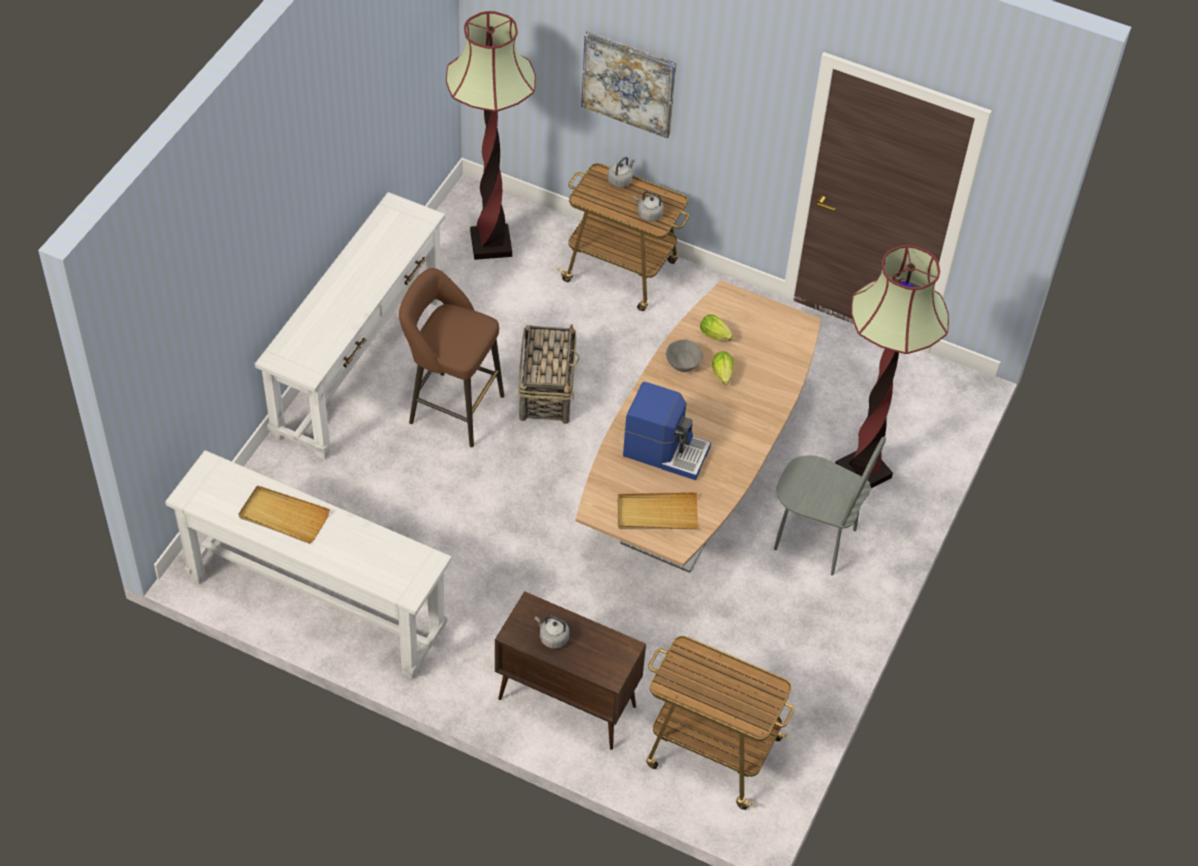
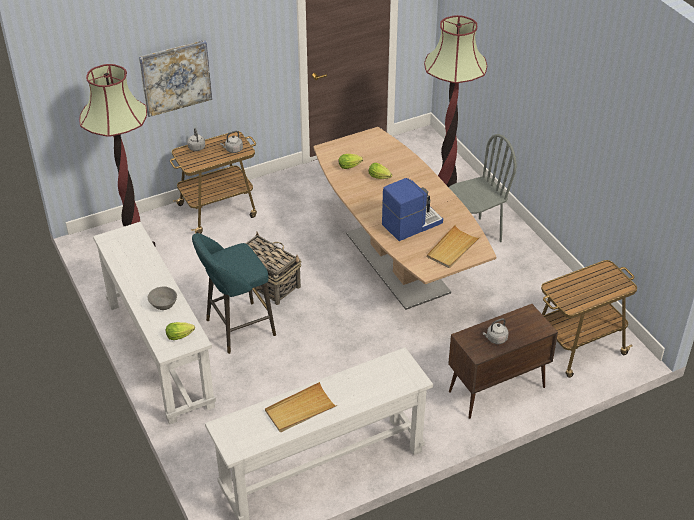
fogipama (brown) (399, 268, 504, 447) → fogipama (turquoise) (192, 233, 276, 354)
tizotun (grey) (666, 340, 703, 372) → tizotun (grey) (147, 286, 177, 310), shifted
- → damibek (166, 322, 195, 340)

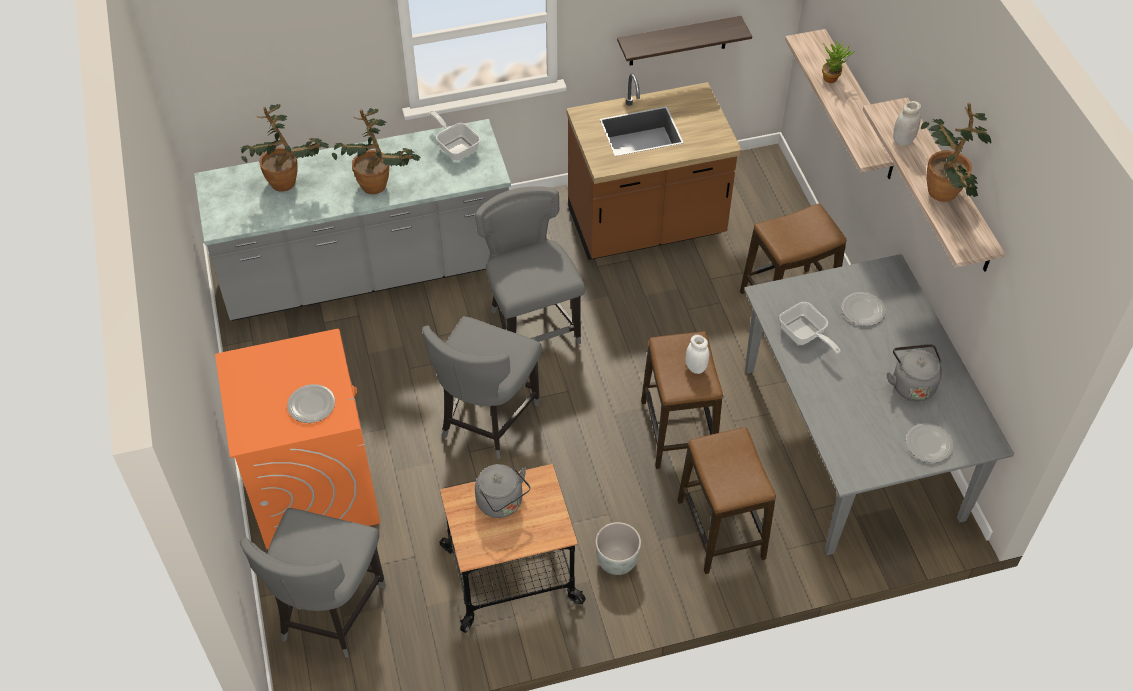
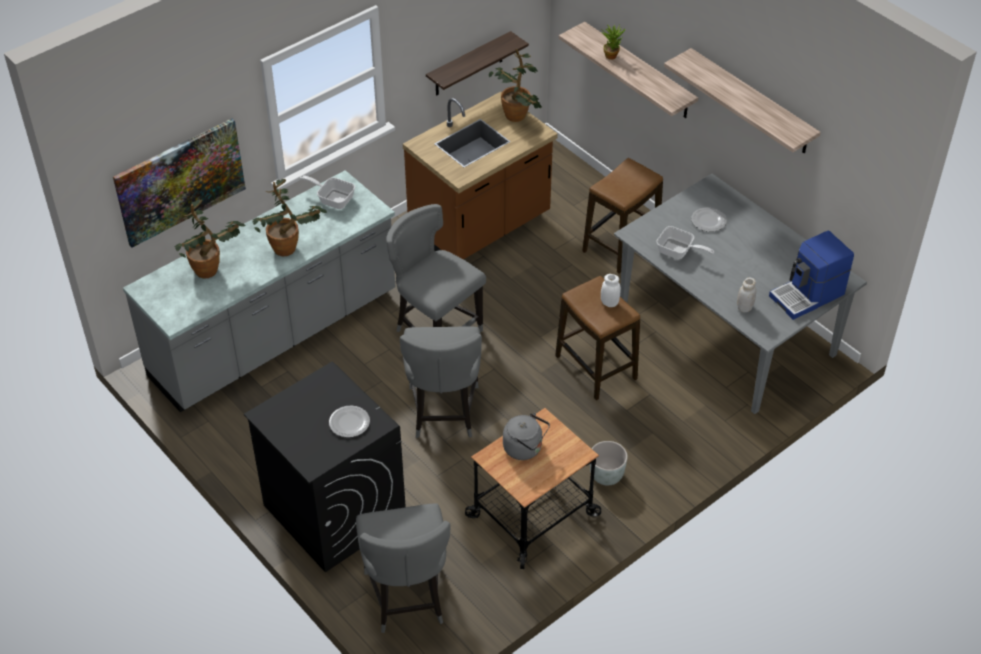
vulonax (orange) (215, 329, 380, 550) → vulonax (black) (244, 361, 406, 572)
fogipama (678, 427, 776, 574) → -
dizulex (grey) (887, 344, 942, 401) → -
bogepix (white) (893, 101, 921, 146) → bogepix (white) (737, 277, 756, 312), shifted
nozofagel (906, 423, 954, 463) → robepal (769, 231, 854, 320)
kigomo (921, 102, 991, 202) → kigomo (489, 49, 542, 122), shifted
- → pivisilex (113, 118, 246, 248)

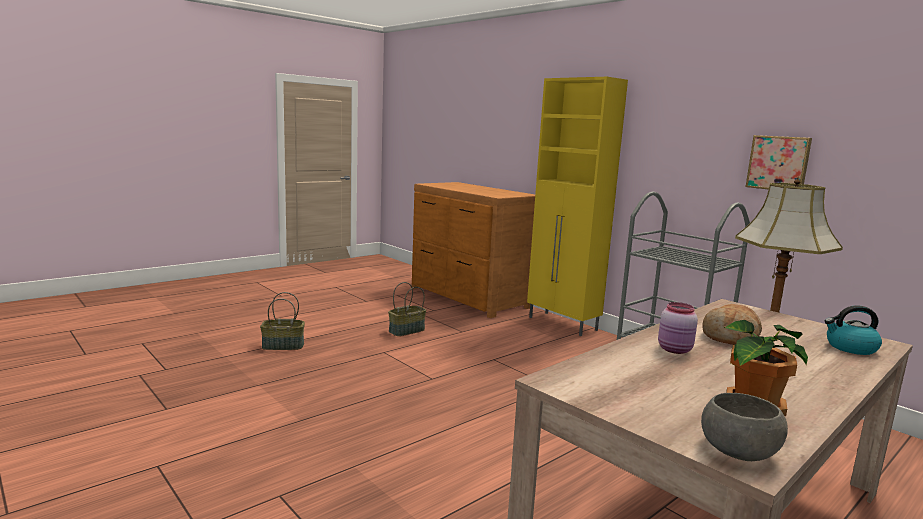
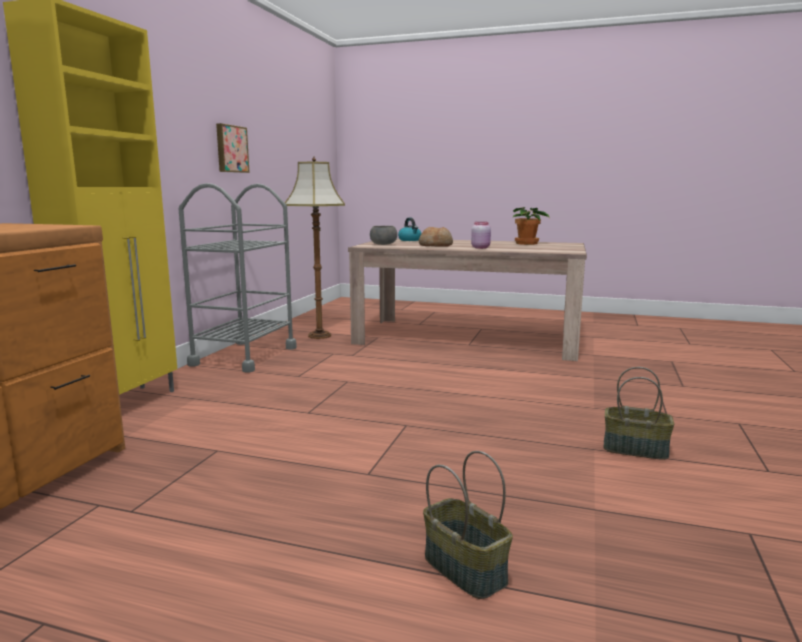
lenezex (388, 282, 426, 336) → lenezex (603, 367, 674, 460), shifted
tizotun (grey) (701, 393, 788, 461) → tizotun (grey) (370, 226, 397, 245), shifted

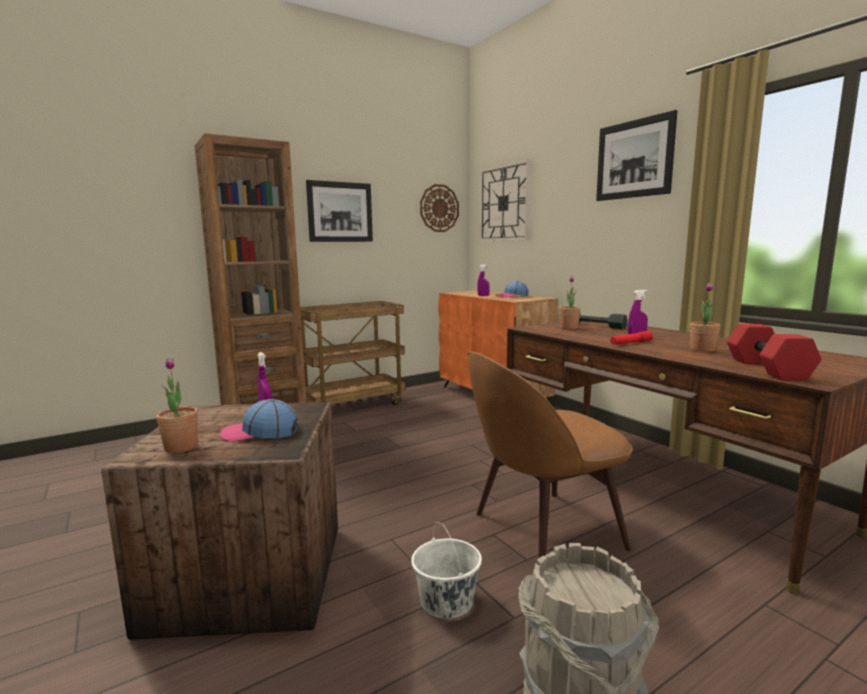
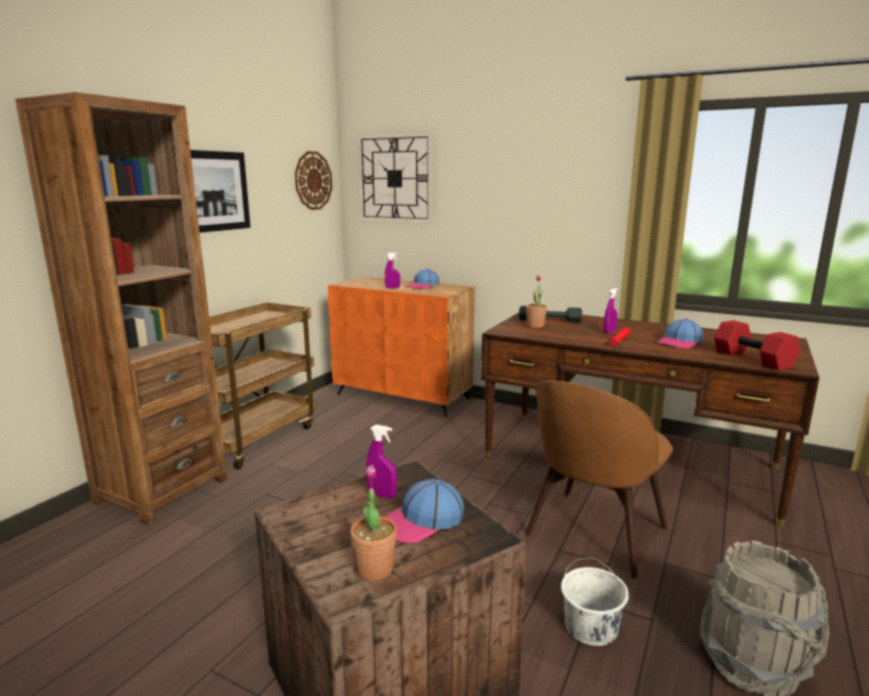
pivisilex (596, 110, 678, 201) → -
kigomo (690, 283, 720, 352) → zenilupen (657, 319, 703, 349)

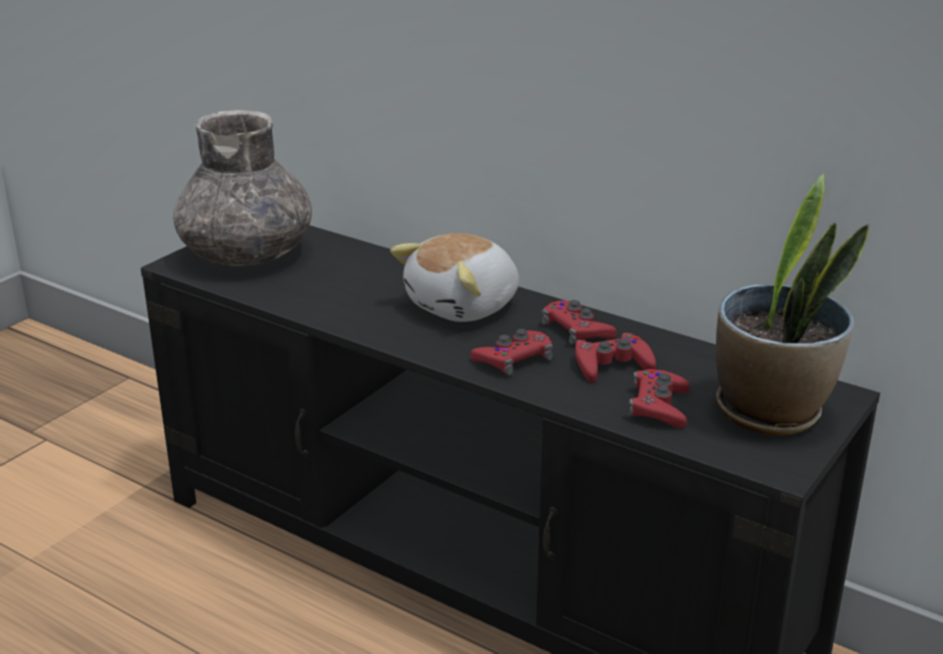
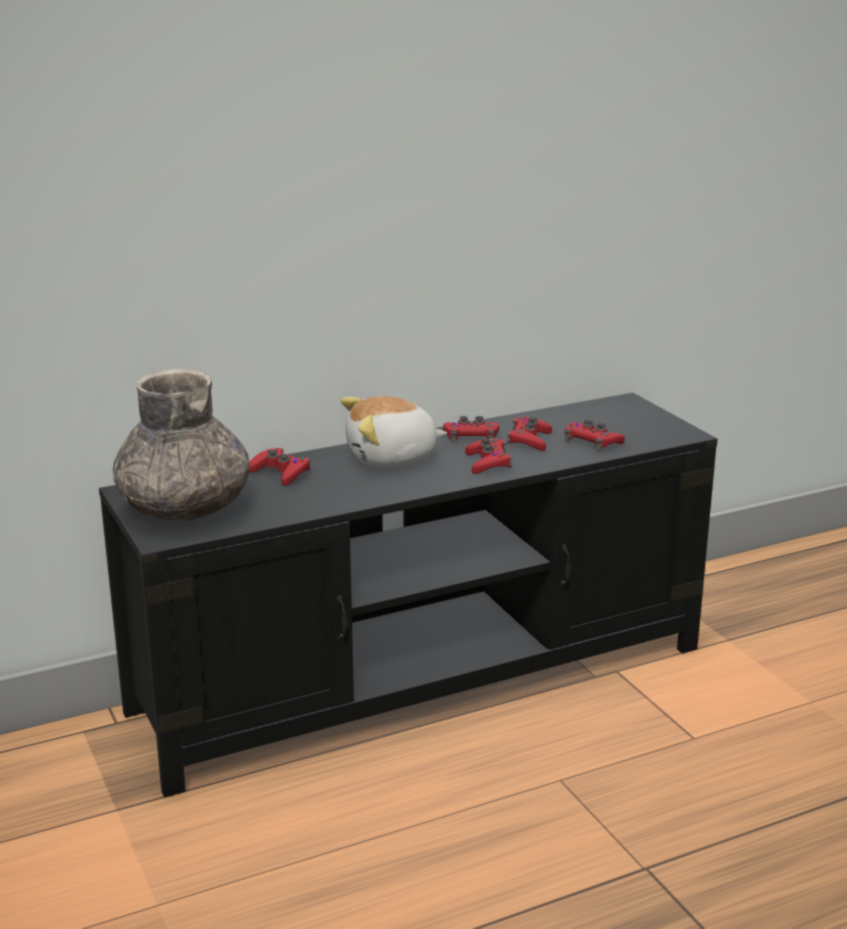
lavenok (390, 233, 519, 322) → lavenok (341, 396, 447, 467), 90 degrees clockwise
kigomo (716, 174, 869, 436) → -
- → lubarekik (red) (249, 448, 310, 486)

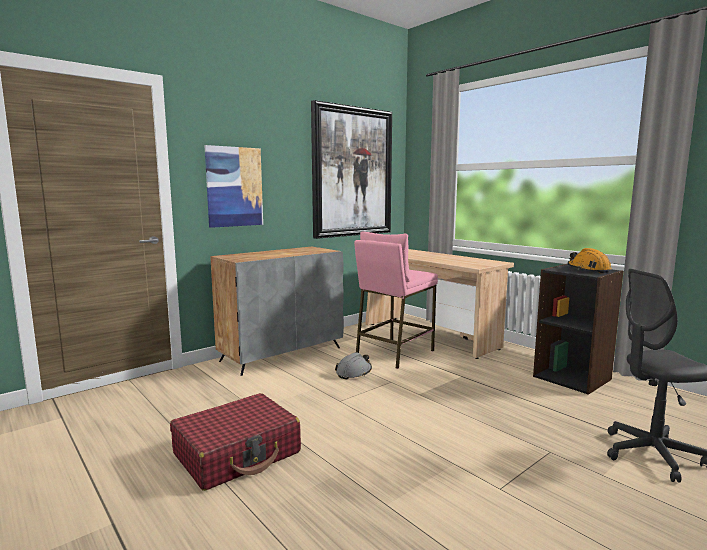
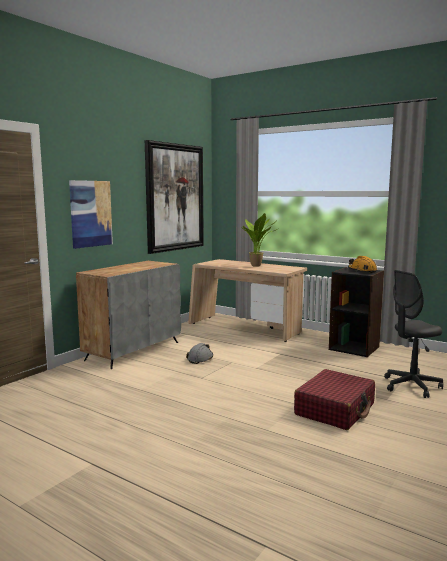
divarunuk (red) (170, 393, 301, 491) → divarunuk (red) (294, 369, 375, 430), shifted
fogipama (pink) (354, 231, 438, 369) → -
- → kigomo (242, 213, 277, 267)

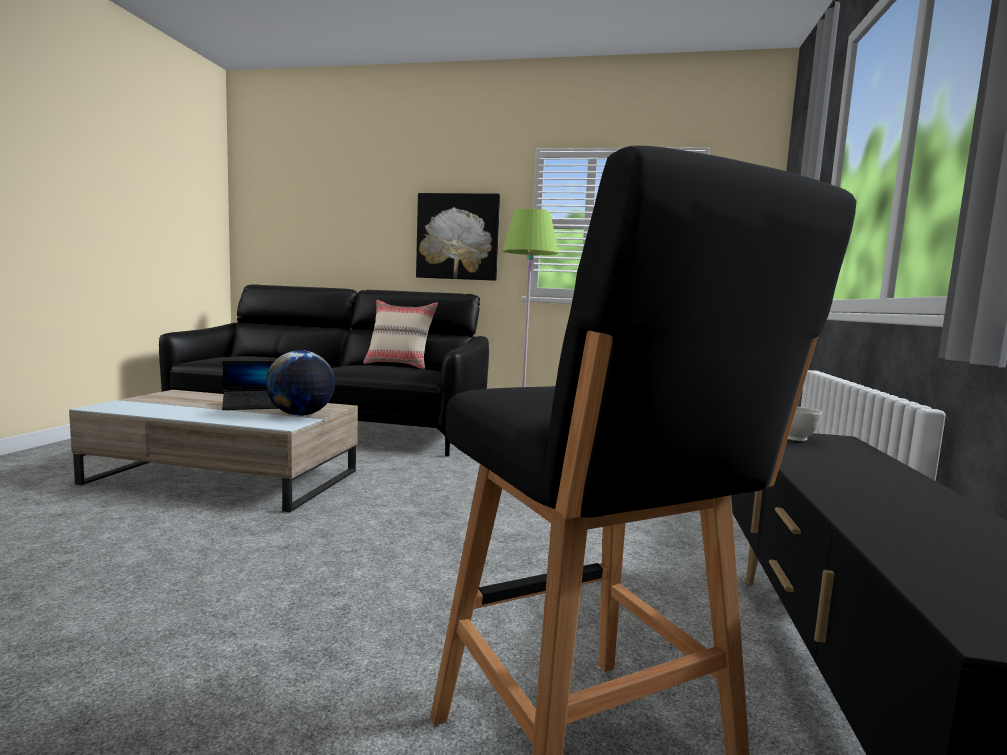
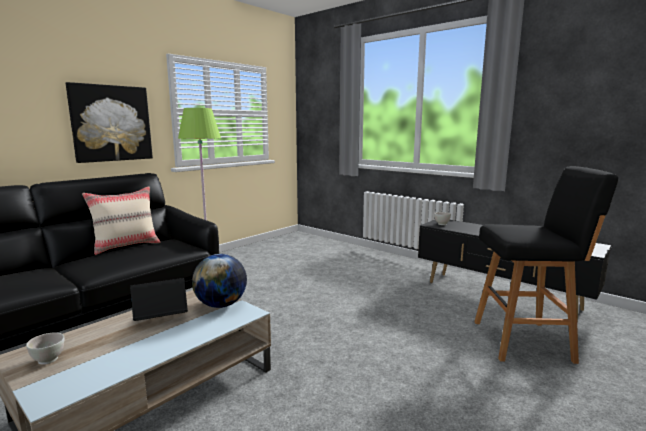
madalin (222, 361, 279, 410) → madalin (130, 278, 188, 321), 120 degrees counterclockwise
- → tizotun (white) (26, 332, 64, 365)

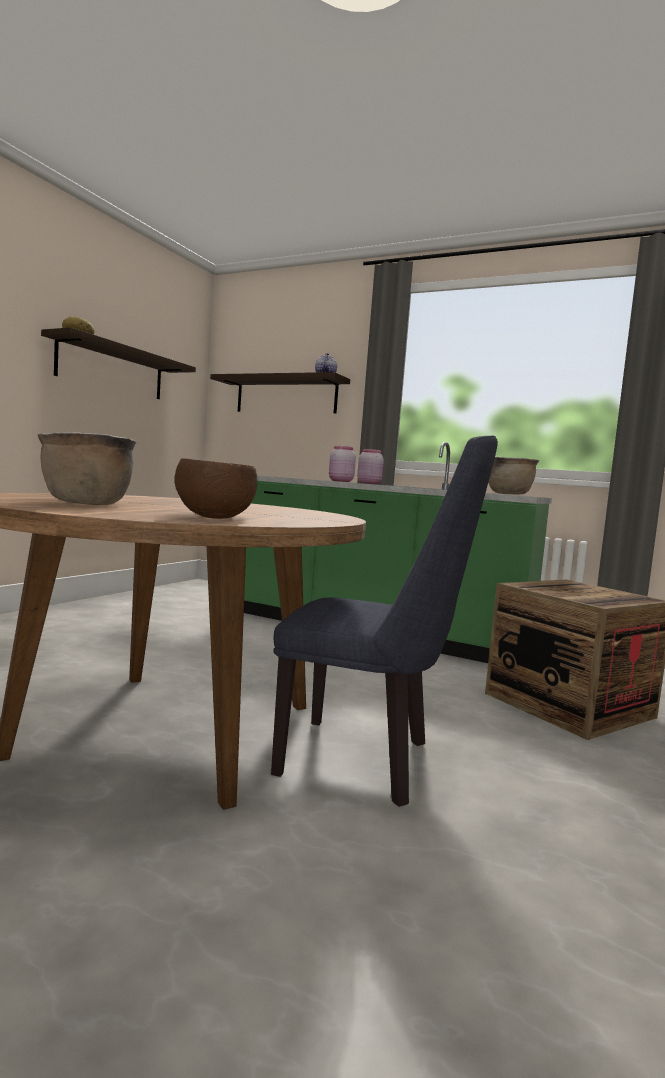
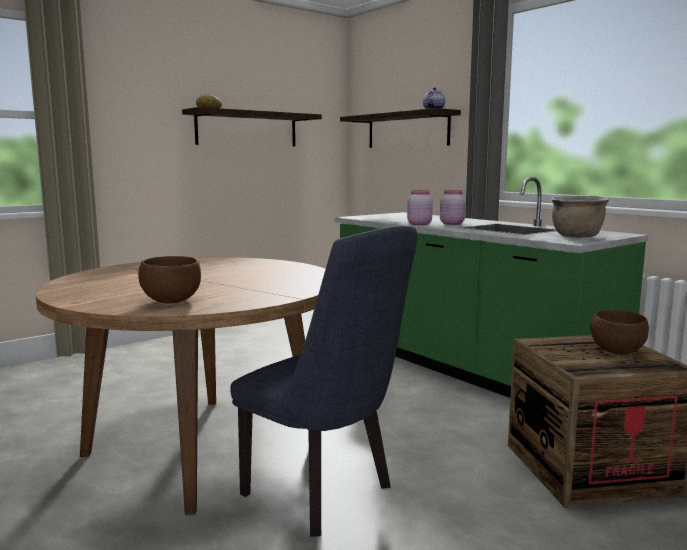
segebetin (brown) (37, 432, 136, 505) → -
- → tizotun (brown) (590, 310, 649, 354)

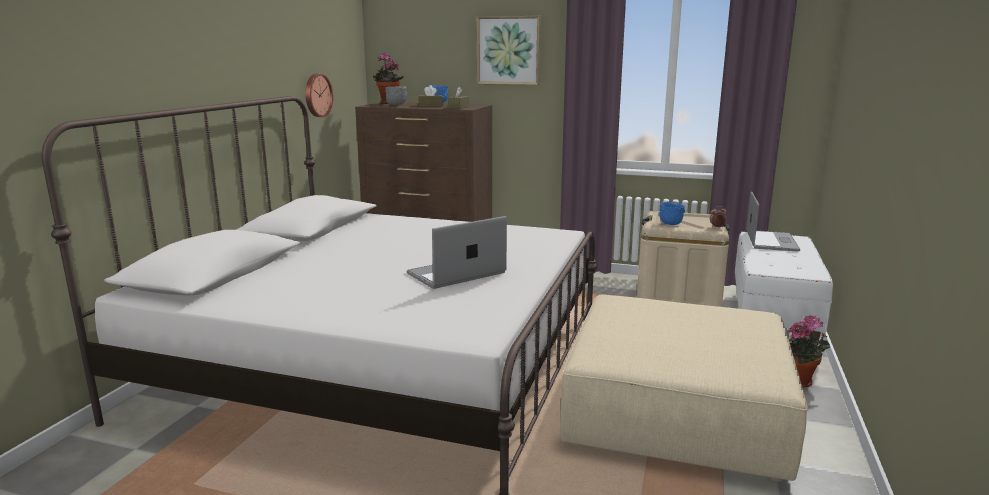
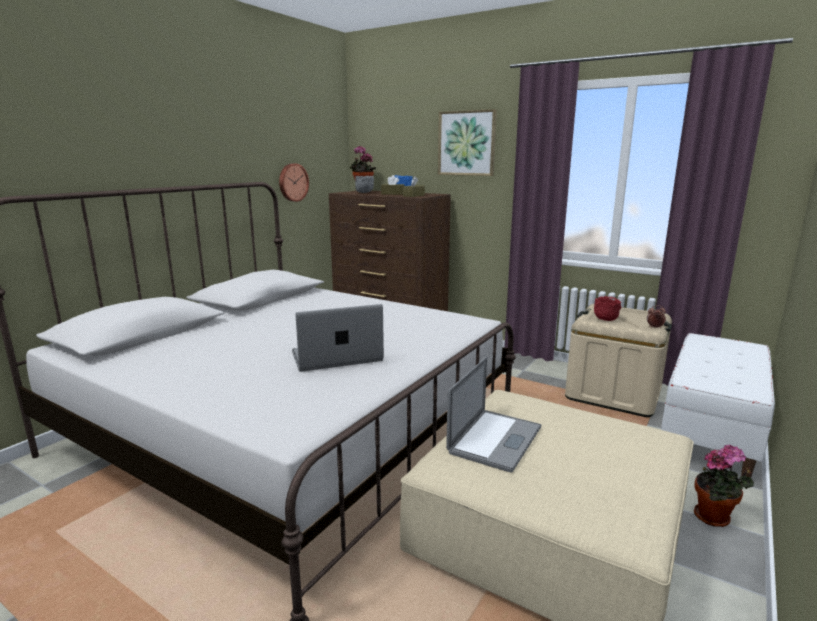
tizotun (blue) (659, 201, 685, 225) → tizotun (red) (594, 296, 622, 321)
madalin (746, 192, 800, 252) → madalin (446, 357, 541, 473), shifted

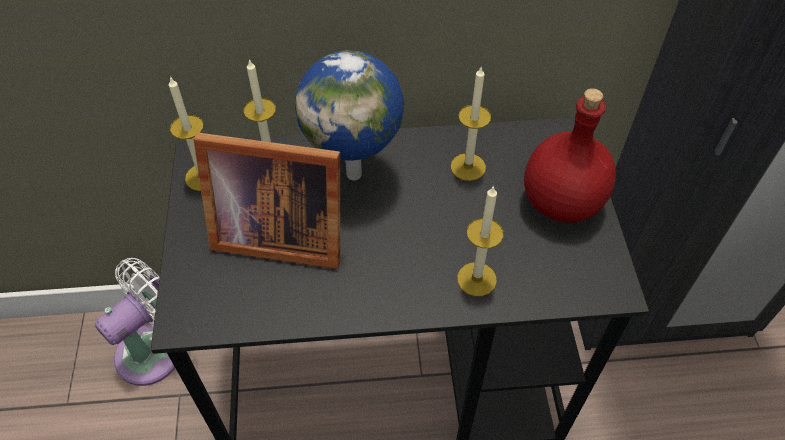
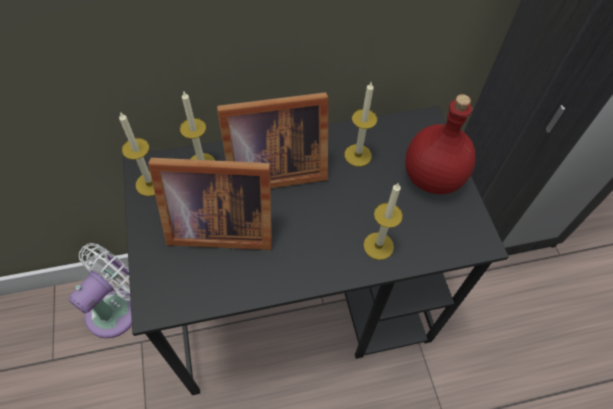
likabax (295, 50, 404, 180) → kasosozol (217, 92, 328, 188)

